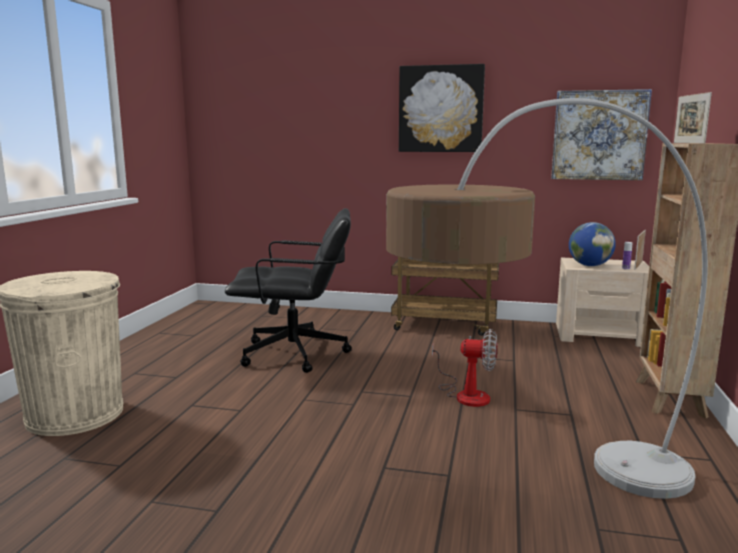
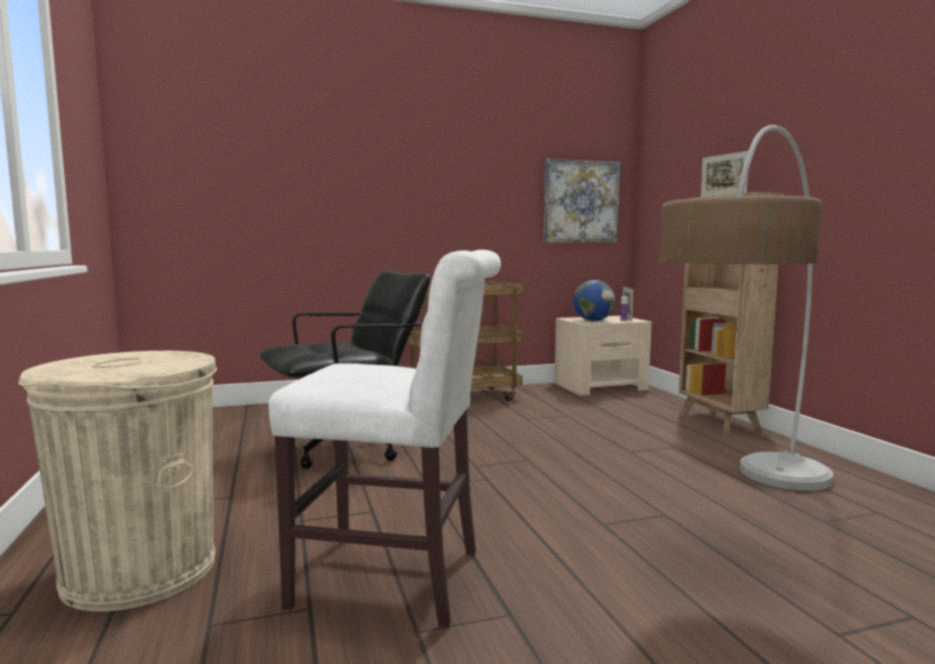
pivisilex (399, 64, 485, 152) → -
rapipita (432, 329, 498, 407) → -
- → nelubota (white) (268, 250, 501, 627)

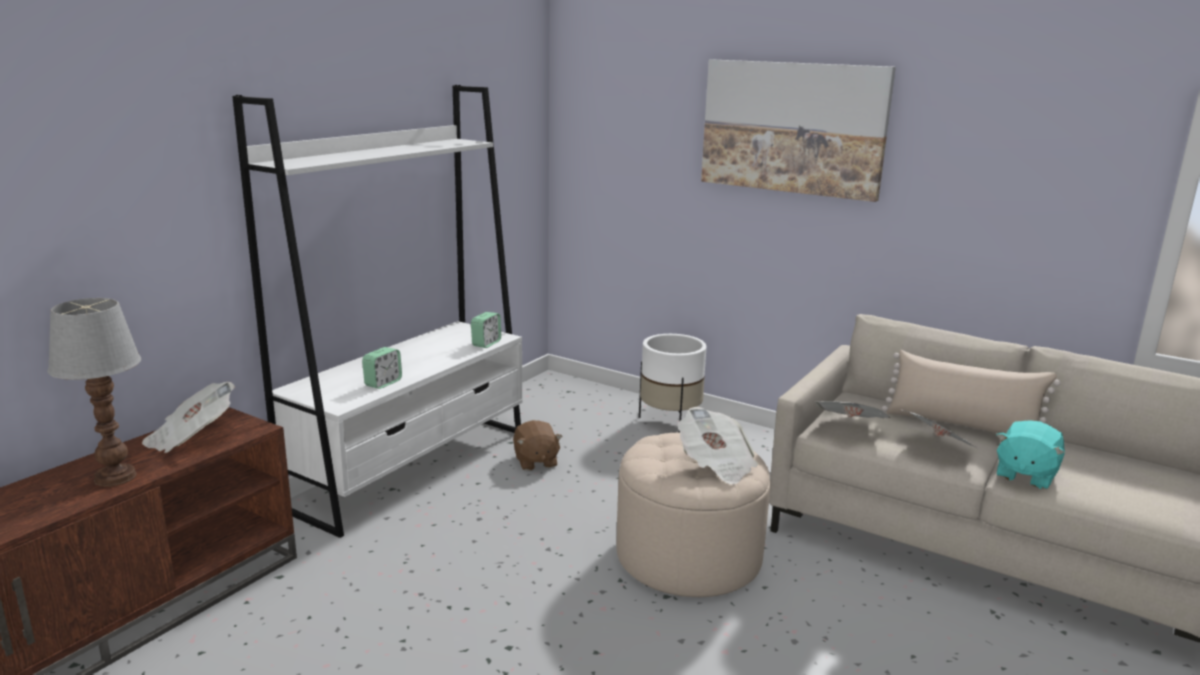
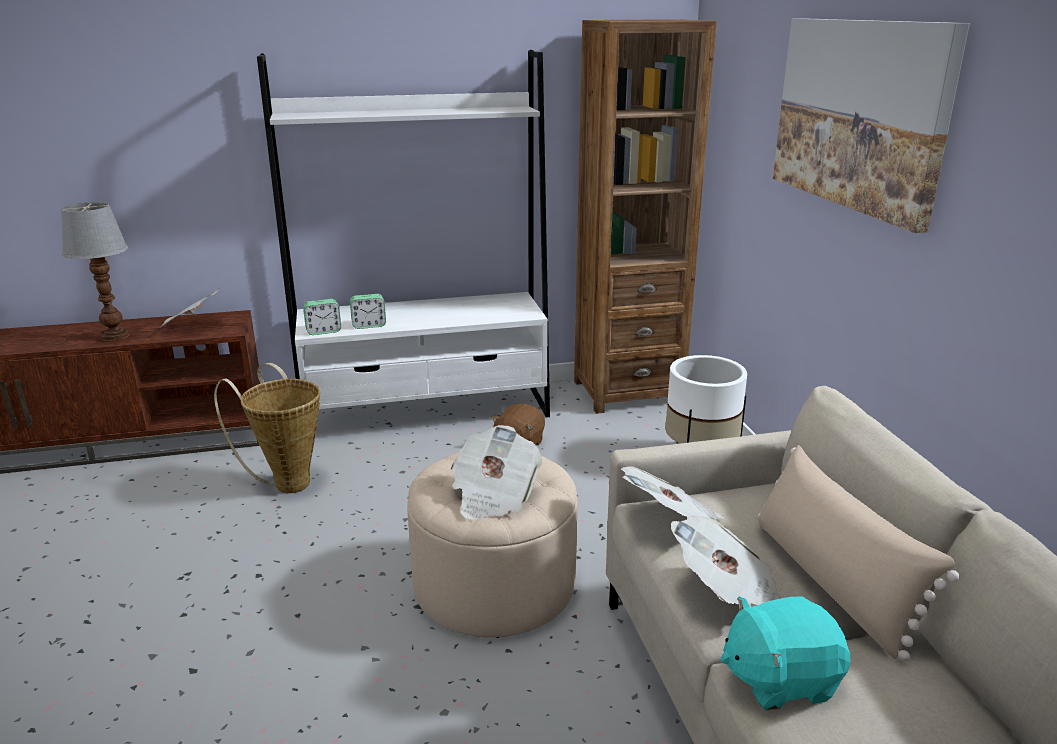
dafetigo (471, 312, 501, 348) → dafetigo (303, 299, 341, 335), shifted
- → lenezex (214, 363, 320, 493)
- → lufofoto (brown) (574, 19, 717, 414)

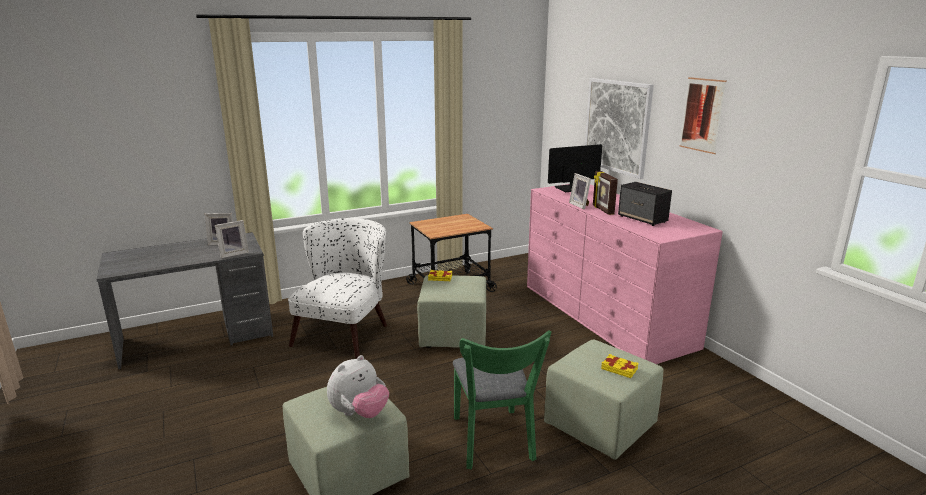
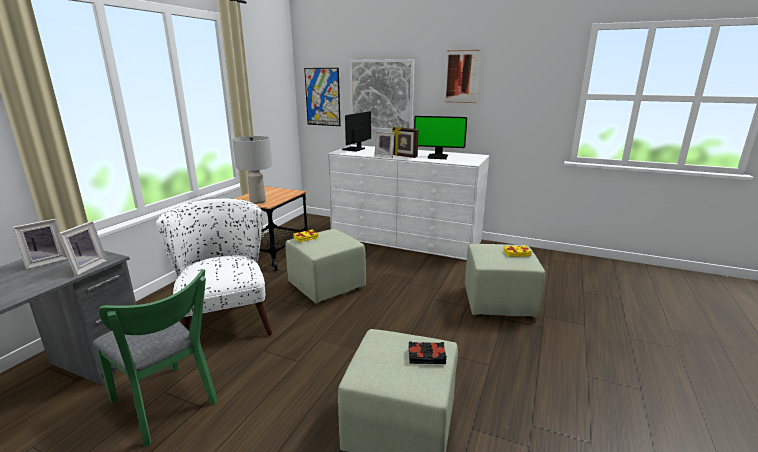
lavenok (327, 355, 389, 418) → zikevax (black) (409, 342, 447, 364)
nelubota (green) (453, 330, 551, 469) → nelubota (green) (93, 269, 218, 447), shifted
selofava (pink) (527, 184, 723, 364) → selofava (white) (328, 145, 489, 260)
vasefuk (618, 182, 672, 226) → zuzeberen (414, 116, 467, 159)
- → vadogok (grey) (232, 136, 272, 204)
- → pivisilex (304, 68, 341, 126)

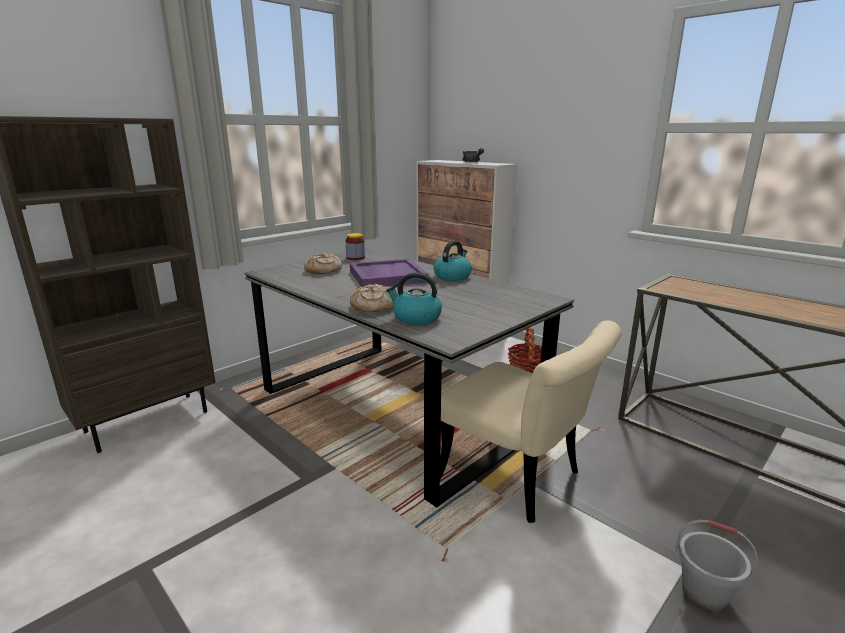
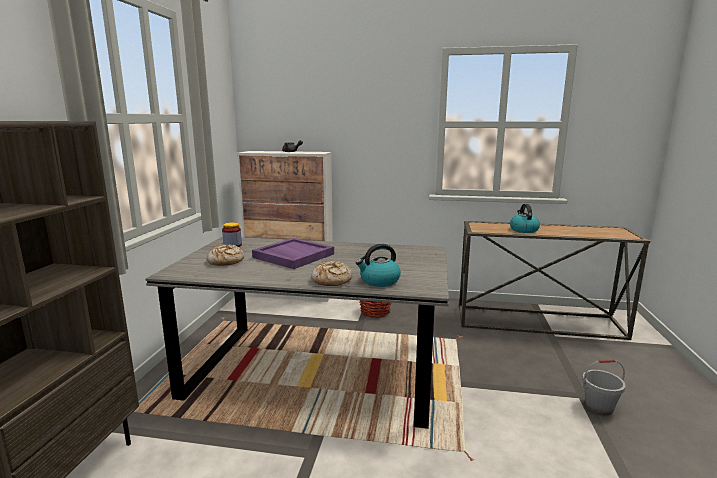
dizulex (433, 241, 472, 281) → dizulex (510, 204, 540, 233), shifted
nelubota (beige) (440, 320, 621, 523) → -

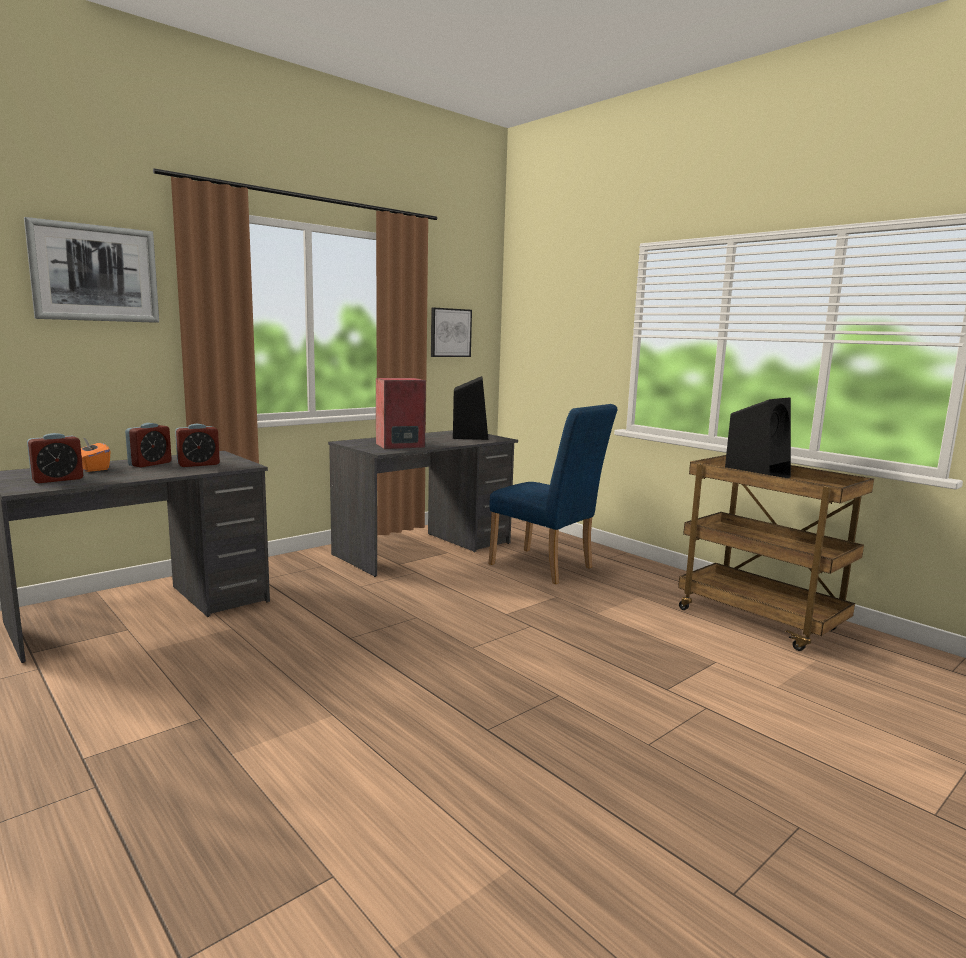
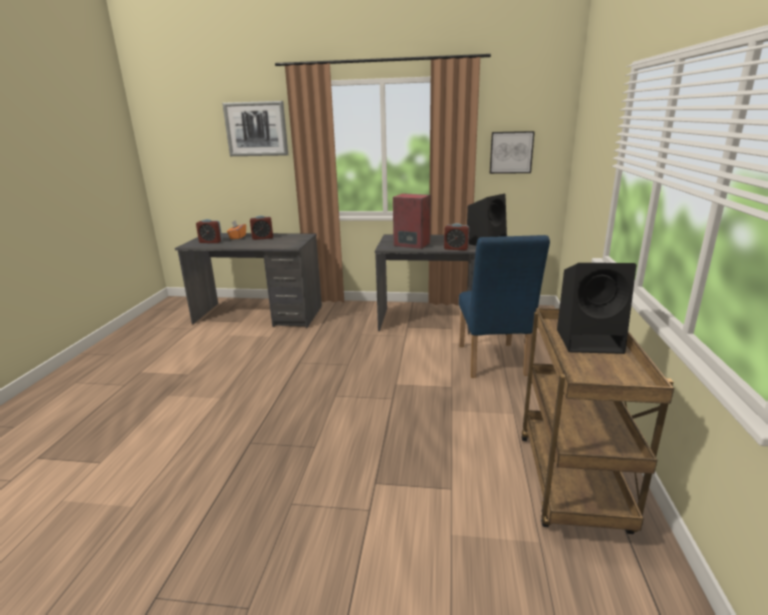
dafetigo (175, 424, 220, 467) → dafetigo (444, 223, 469, 250), shifted

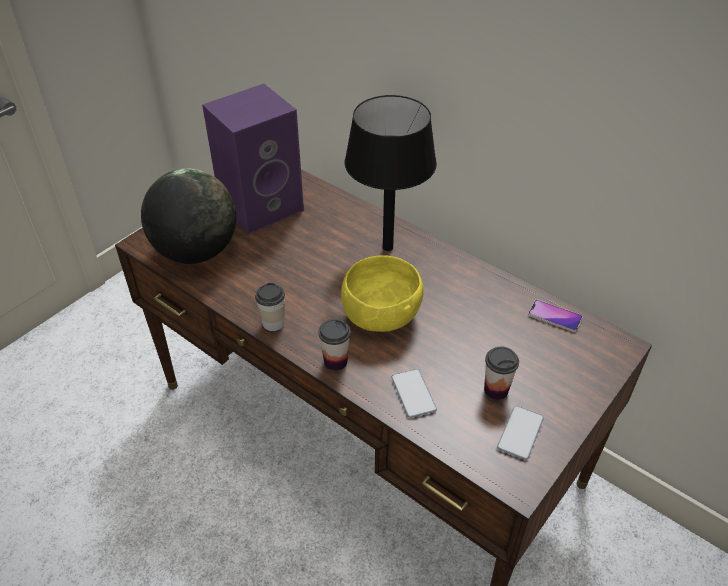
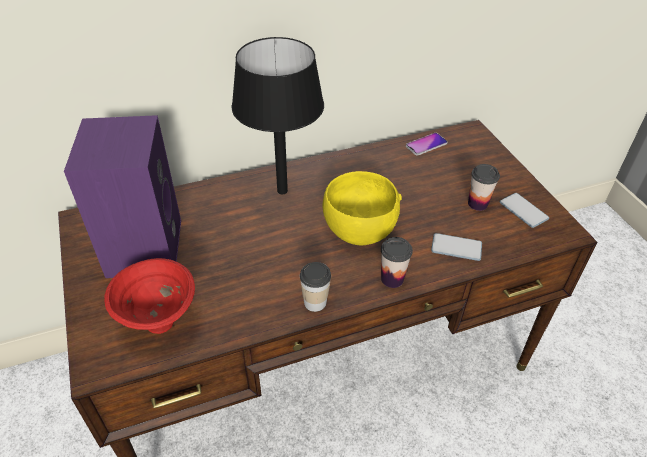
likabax (141, 168, 236, 264) → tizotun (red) (104, 258, 195, 334)

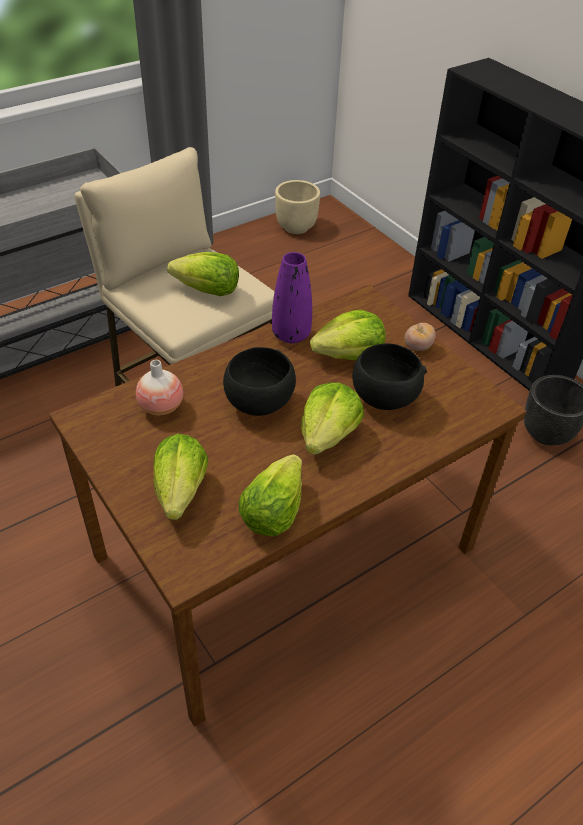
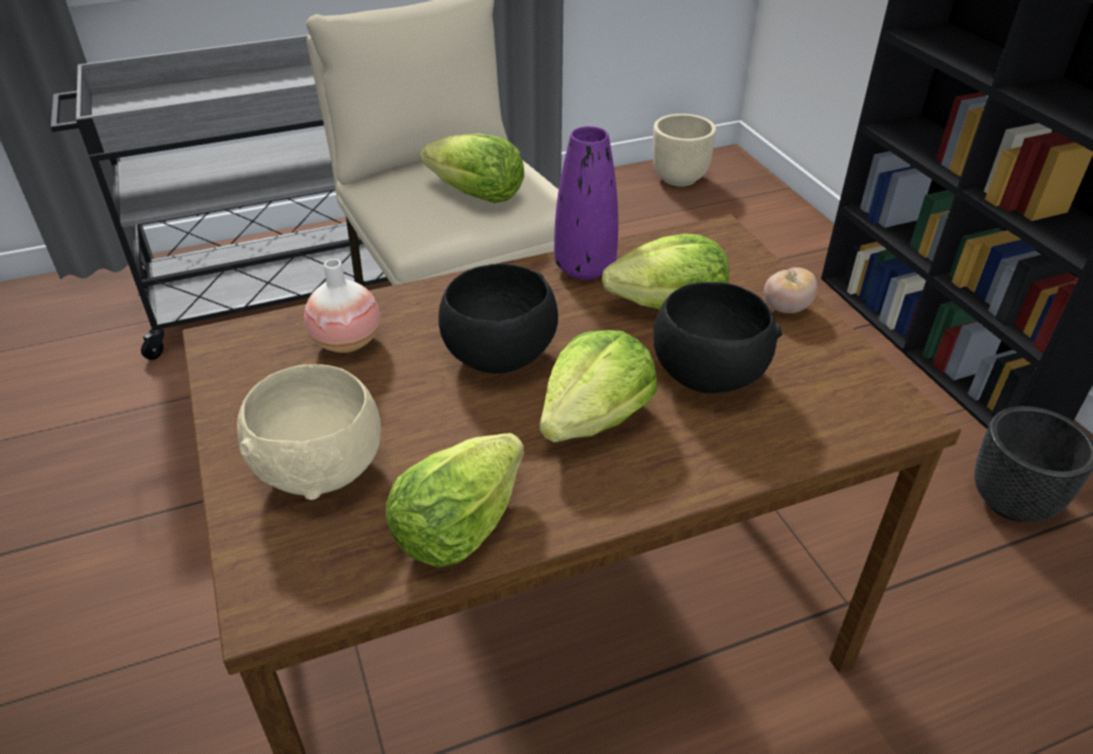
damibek (153, 434, 208, 520) → tizotun (beige) (237, 364, 381, 500)

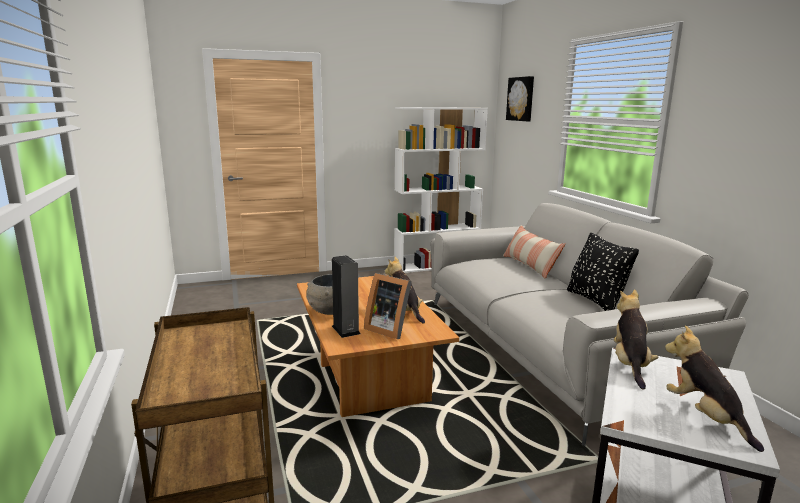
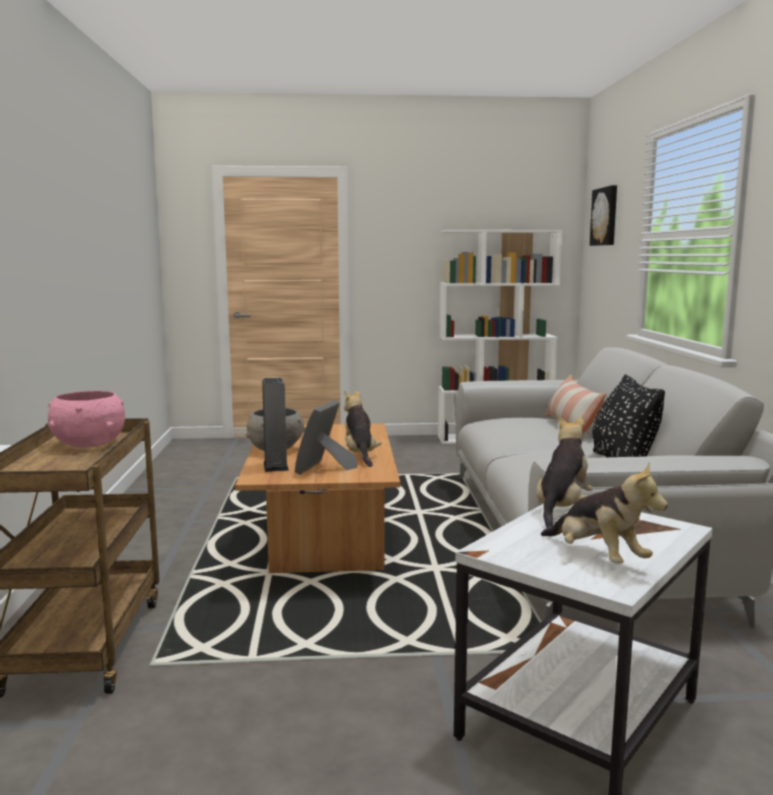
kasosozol (364, 273, 412, 339) → kasosozol (295, 400, 358, 475), 60 degrees clockwise
lavenok (665, 325, 764, 452) → lavenok (541, 463, 668, 564), 150 degrees clockwise
- → tizotun (pink) (48, 391, 125, 448)

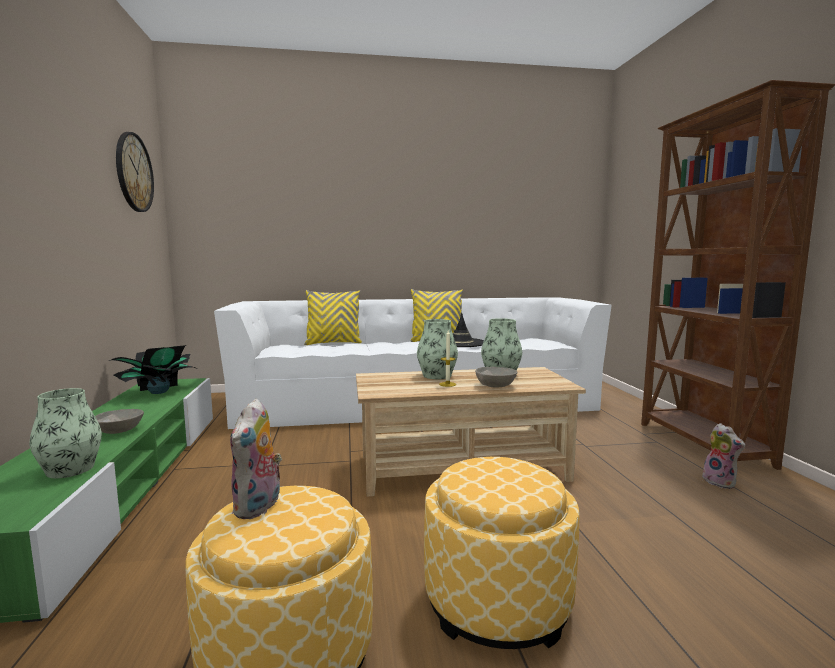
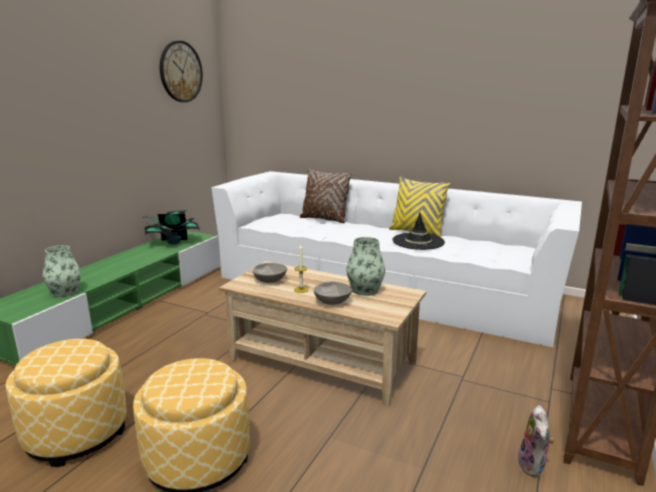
tizotun (grey) (95, 409, 144, 434) → tizotun (grey) (252, 263, 287, 283), shifted
lavenok (230, 398, 282, 519) → -
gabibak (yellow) (304, 290, 362, 345) → gabibak (brown) (300, 169, 352, 223)
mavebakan (417, 319, 458, 379) → -

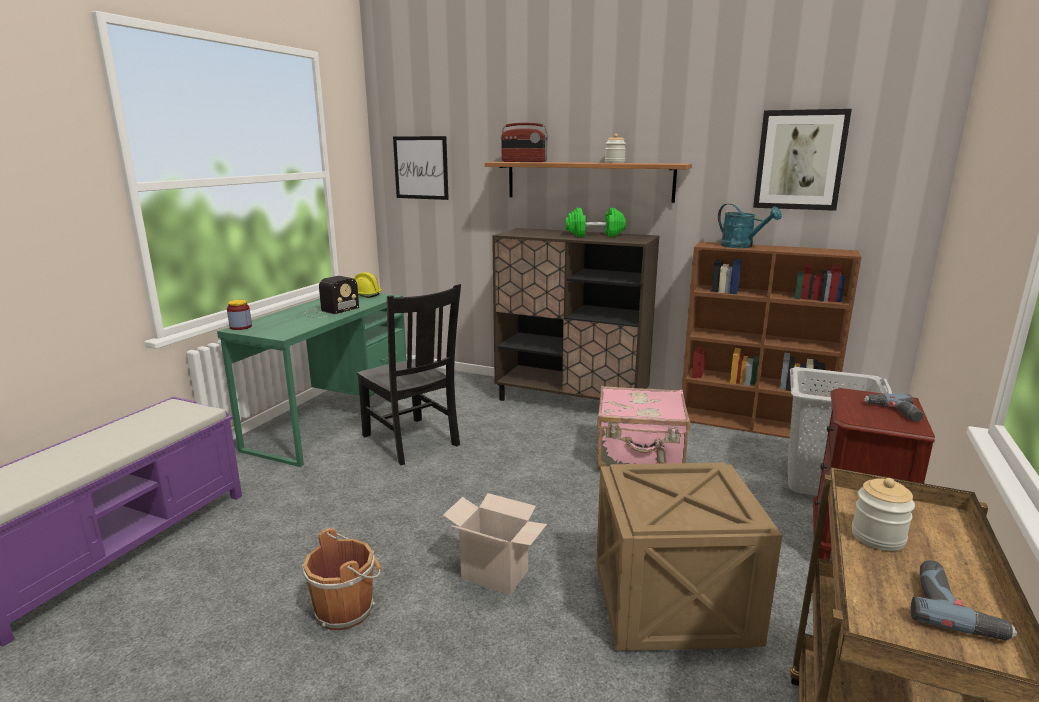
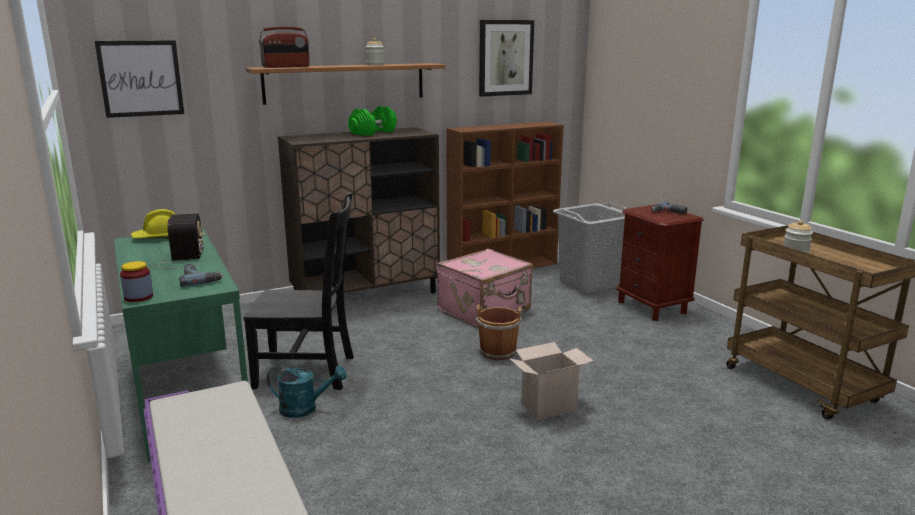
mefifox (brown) (302, 528, 382, 630) → mefifox (brown) (475, 305, 524, 360), shifted
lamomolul (596, 463, 783, 651) → -
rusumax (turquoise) (718, 204, 782, 248) → rusumax (turquoise) (267, 365, 346, 418), shifted
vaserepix (911, 560, 1018, 641) → vaserepix (179, 264, 223, 287), shifted

